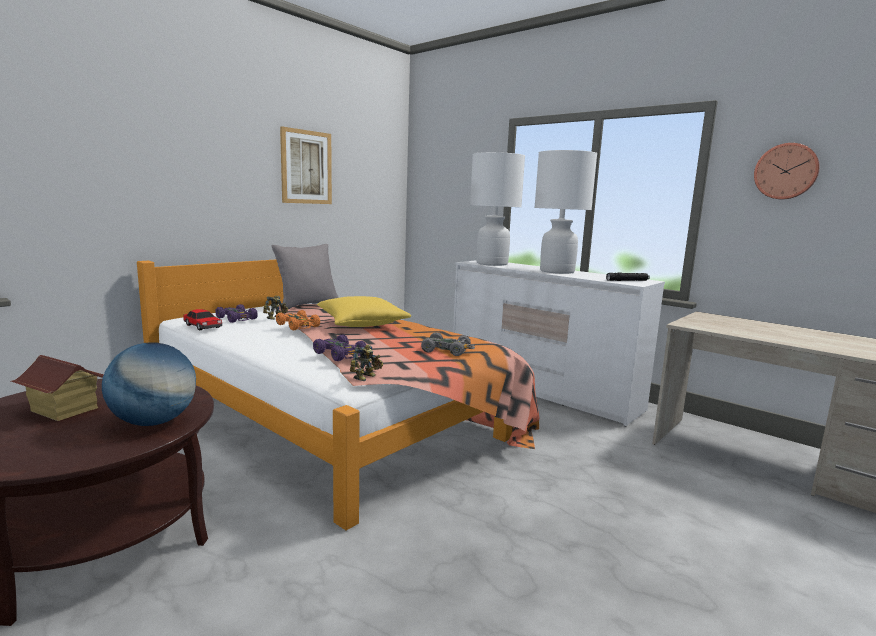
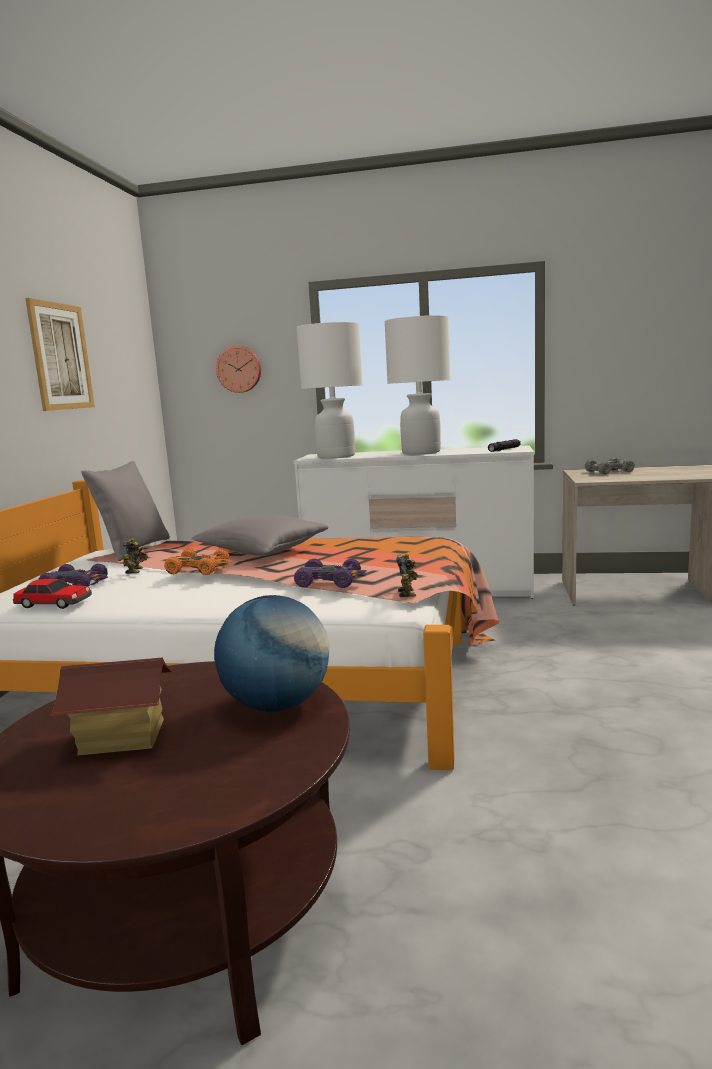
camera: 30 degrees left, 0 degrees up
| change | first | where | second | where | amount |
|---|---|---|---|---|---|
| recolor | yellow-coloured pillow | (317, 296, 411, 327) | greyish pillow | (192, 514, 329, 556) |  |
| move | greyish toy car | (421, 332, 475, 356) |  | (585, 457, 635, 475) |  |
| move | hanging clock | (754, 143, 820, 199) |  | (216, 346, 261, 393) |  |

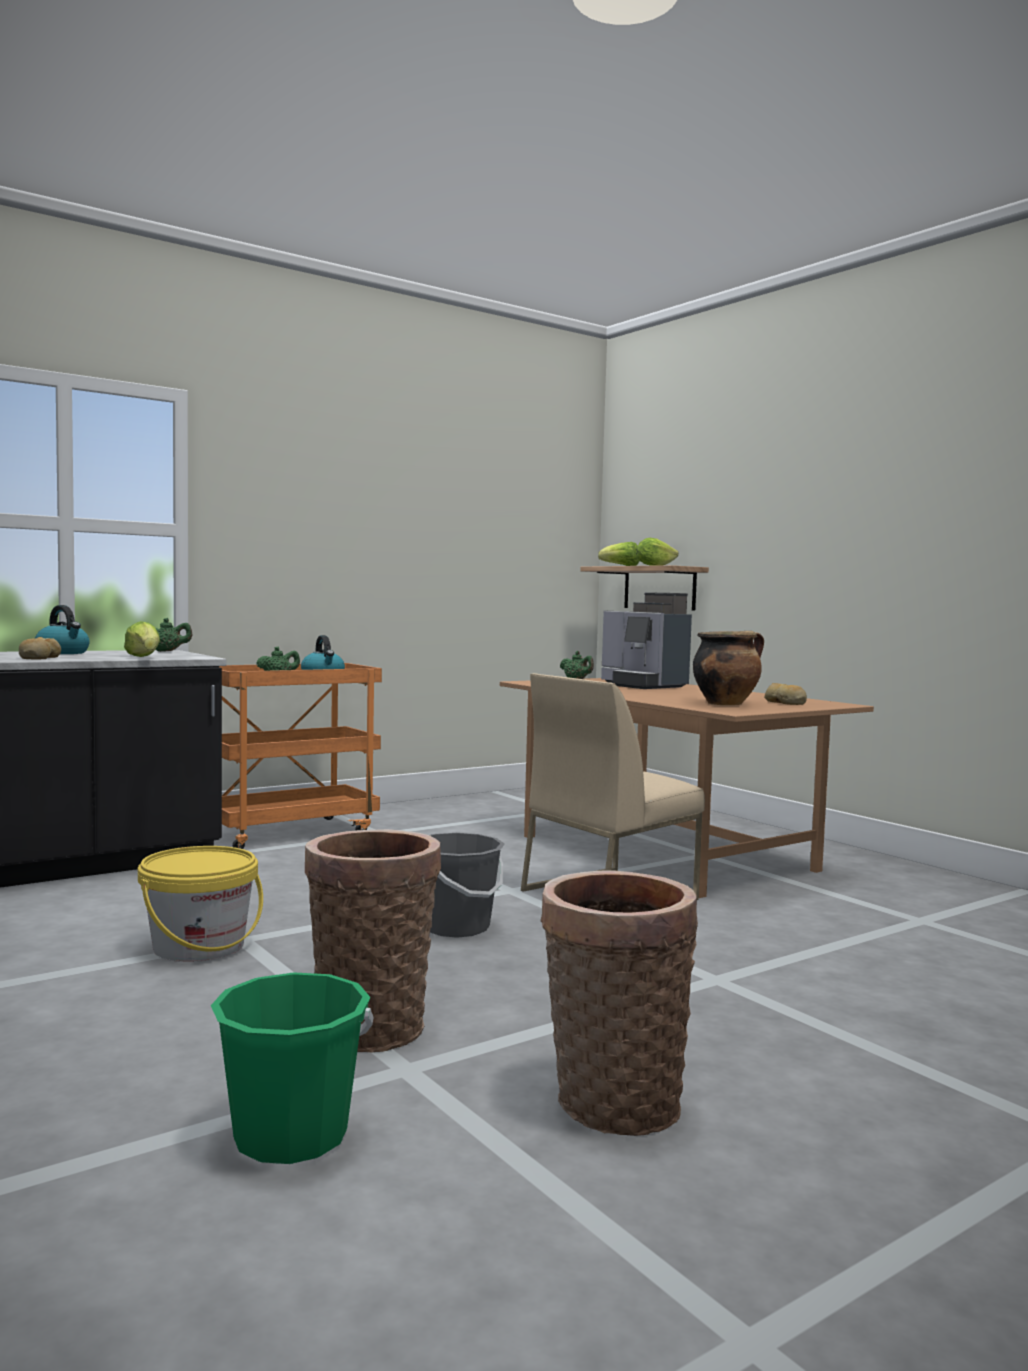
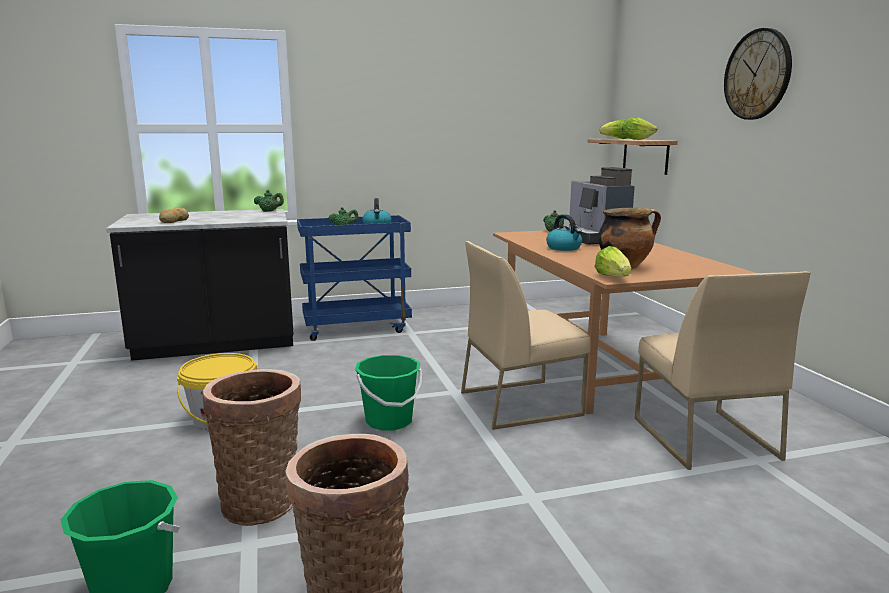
camera: 20 degrees right, 10 degrees up
| change | first | where | second | where | amount |
|---|---|---|---|---|---|
| move | water kettle | (35, 605, 90, 654) |  | (546, 214, 582, 251) |  |
| move | head of lettuce | (124, 621, 160, 657) |  | (595, 246, 631, 277) |  |
| recolor | orange-coloured cart | (219, 663, 382, 849) | bluish cart | (297, 215, 412, 341) |  |
| recolor | greyish water bucket | (430, 833, 505, 938) | green-coloured water bucket | (355, 355, 422, 431) |  |
| delete | bakery bread | (764, 683, 807, 705) |  |  |  |
| insert |  |  | beige plain chair | (635, 271, 811, 470) |  |
| insert |  |  | hanging clock | (724, 28, 792, 120) |  |

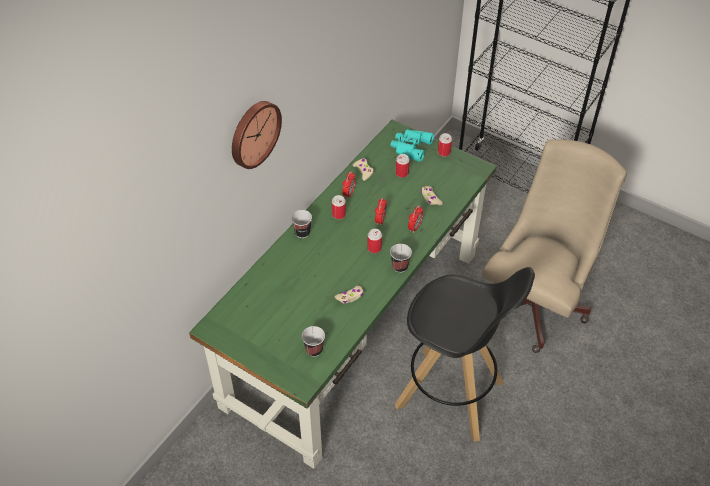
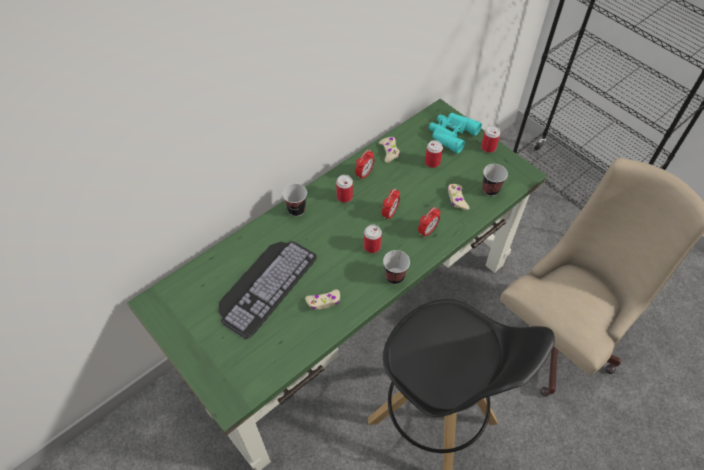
camera: 15 degrees right, 5 degrees up
| change | first | where | second | where | amount |
|---|---|---|---|---|---|
| delete | hanging clock | (232, 101, 282, 169) |  |  |  |
| move | cup | (302, 326, 325, 357) |  | (482, 164, 508, 196) |  |
| insert |  |  | PC keyboard | (218, 241, 317, 339) |  |

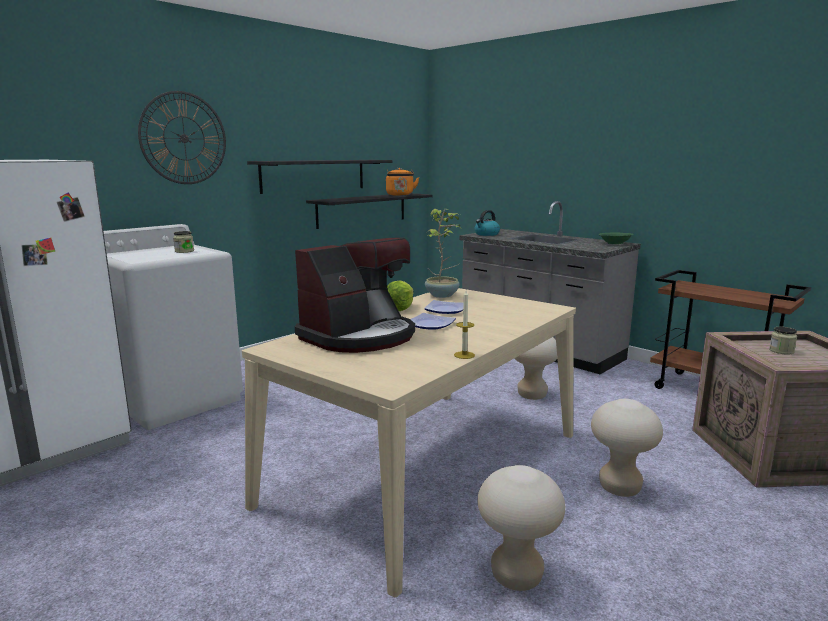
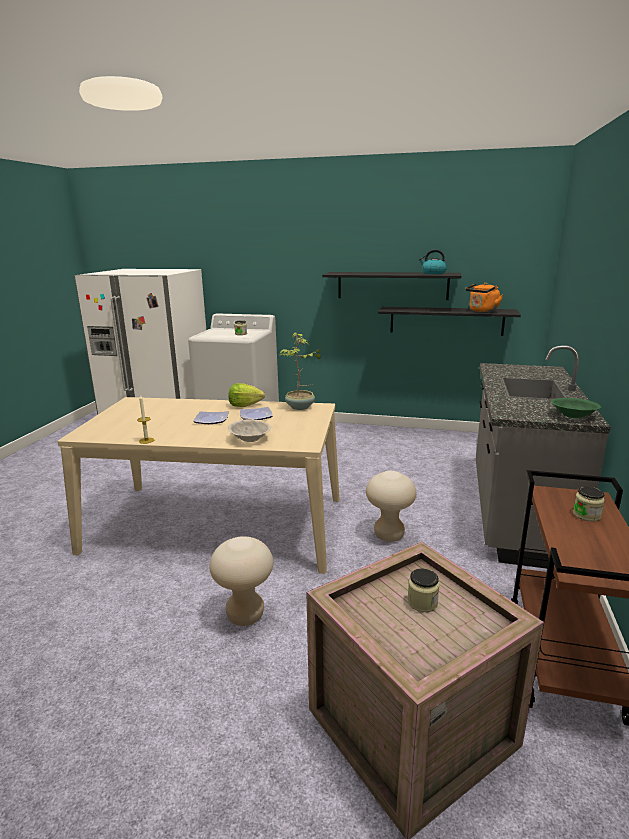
camera: 60 degrees right, 5 degrees up
| change | first | where | second | where | amount |
|---|---|---|---|---|---|
| delete | hanging clock | (138, 91, 226, 184) |  |  |  |
| delete | coffee machine | (295, 238, 415, 353) |  |  |  |
| move | water kettle | (474, 210, 500, 236) |  | (419, 249, 447, 274) |  |
| delete | beige stool | (477, 465, 565, 591) |  |  |  |
| insert |  |  | beige bowl | (228, 419, 271, 442) |  |
| insert |  |  | storage jar | (573, 486, 605, 521) |  |

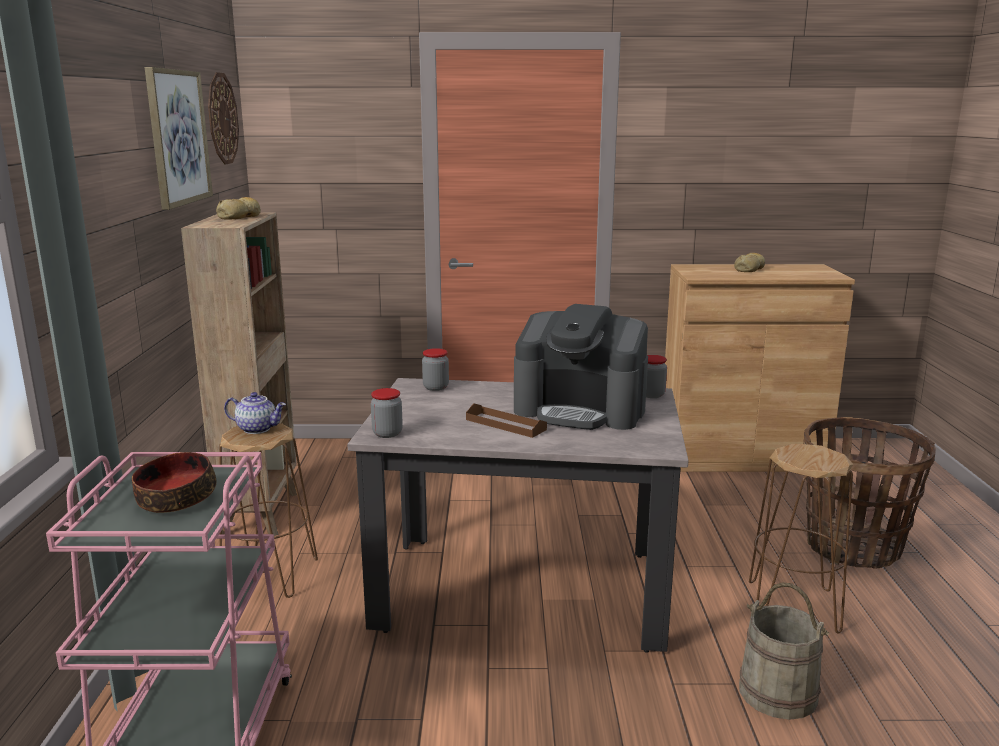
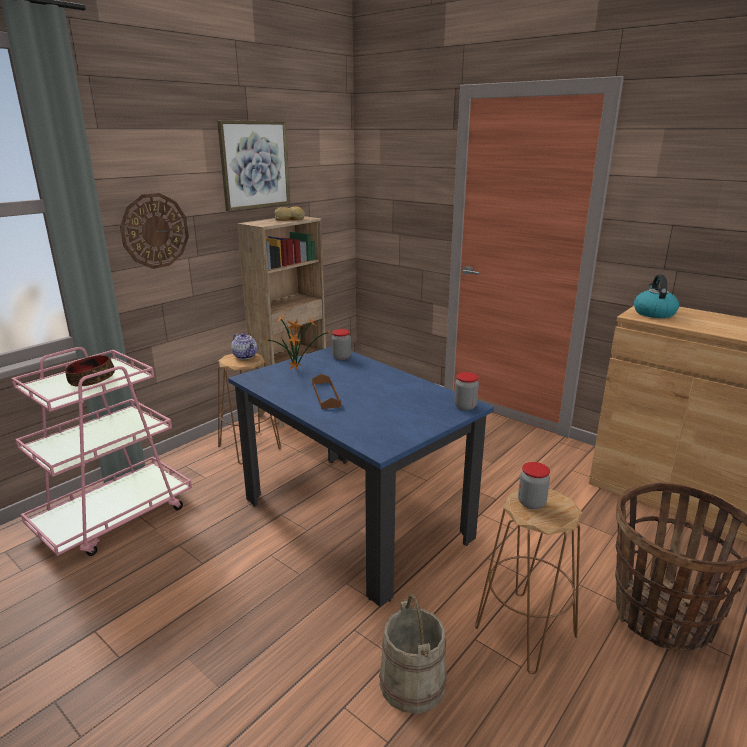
camera: 40 degrees right, 5 degrees up
| change | first | where | second | where | amount |
|---|---|---|---|---|---|
| move | hanging clock | (208, 72, 239, 165) |  | (120, 193, 189, 269) |  |
| recolor | beige kitchen table | (347, 378, 689, 653) | bluish kitchen table | (228, 346, 494, 607) |  |
| move | storage jar | (371, 388, 403, 438) |  | (518, 462, 550, 509) |  |
| delete | coffee machine | (514, 304, 648, 430) |  |  |  |
| delete | bakery bread | (734, 253, 765, 272) |  |  |  |
| insert |  |  | houseplant | (265, 315, 331, 371) |  |
| insert |  |  | water kettle | (634, 275, 679, 318) |  |

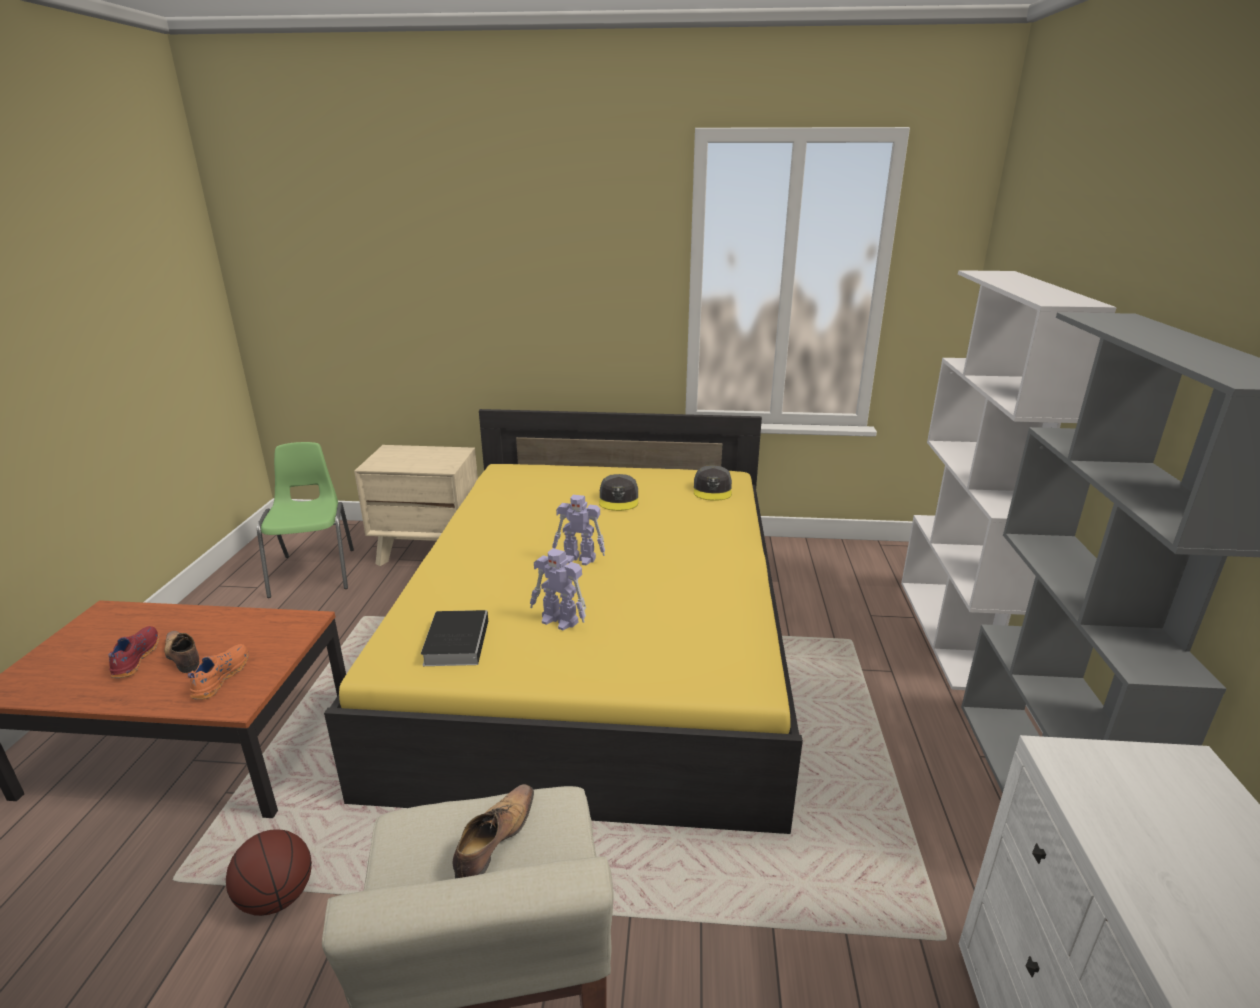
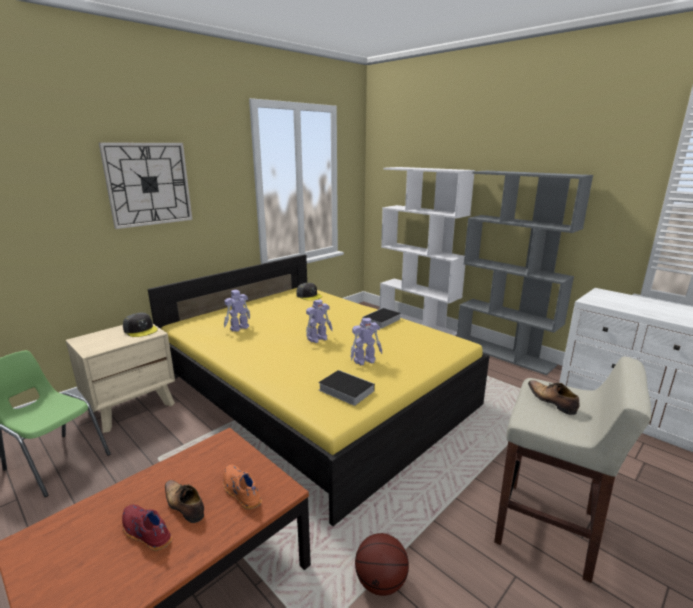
camera: 50 degrees left, 5 degrees down
| change | first | where | second | where | amount |
|---|---|---|---|---|---|
| rotate | item of footwear | (164, 631, 200, 673) |  | (165, 480, 204, 523) | 45 degrees clockwise |
| move | greyish baseball cap | (599, 474, 638, 511) |  | (123, 313, 158, 337) |  |
| insert |  |  | hanging clock | (99, 142, 193, 229) |  |
| insert |  |  | robot figure | (224, 290, 250, 332) |  |
| insert |  |  | book | (363, 308, 401, 329) |  |

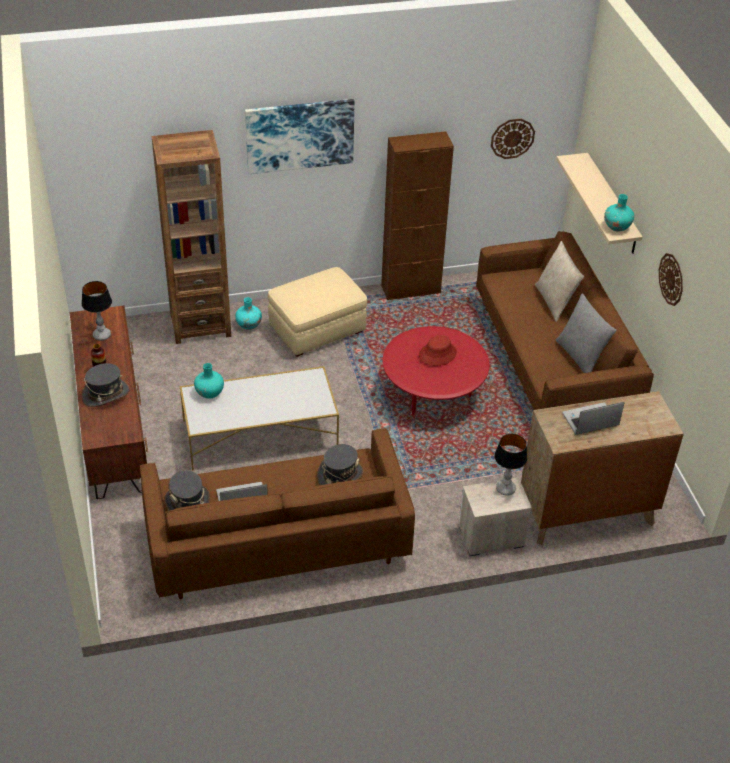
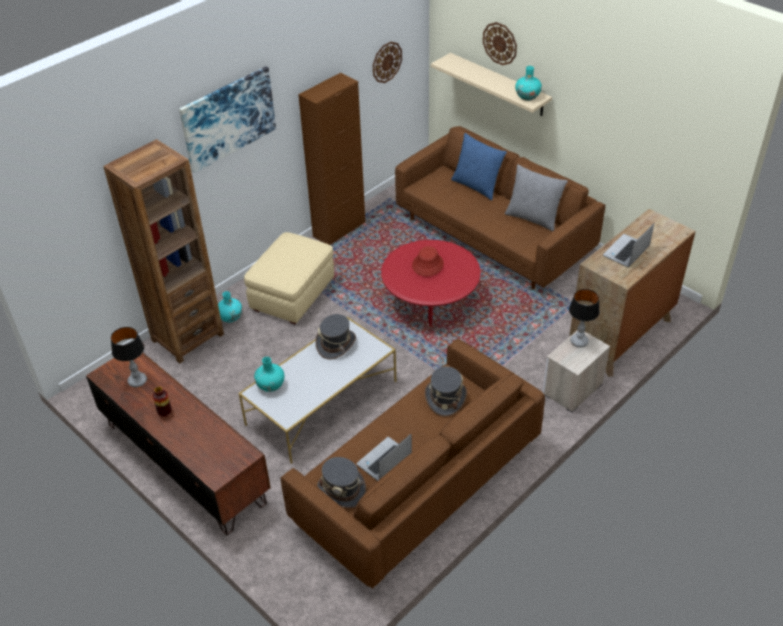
camera: 30 degrees left, 0 degrees up
| change | first | where | second | where | amount |
|---|---|---|---|---|---|
| move | greyish clothing hat | (82, 363, 130, 407) |  | (315, 314, 356, 360) |  |
| recolor | beige pillow | (535, 241, 584, 322) | bluish pillow | (451, 133, 507, 200) |  |
| move | hanging clock | (659, 253, 683, 306) |  | (483, 22, 517, 65) |  |

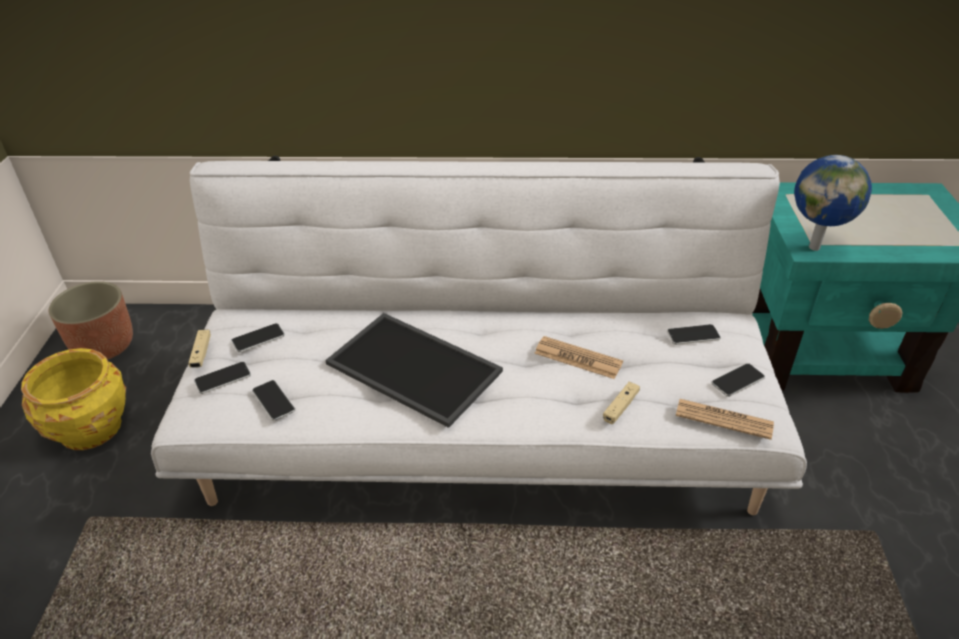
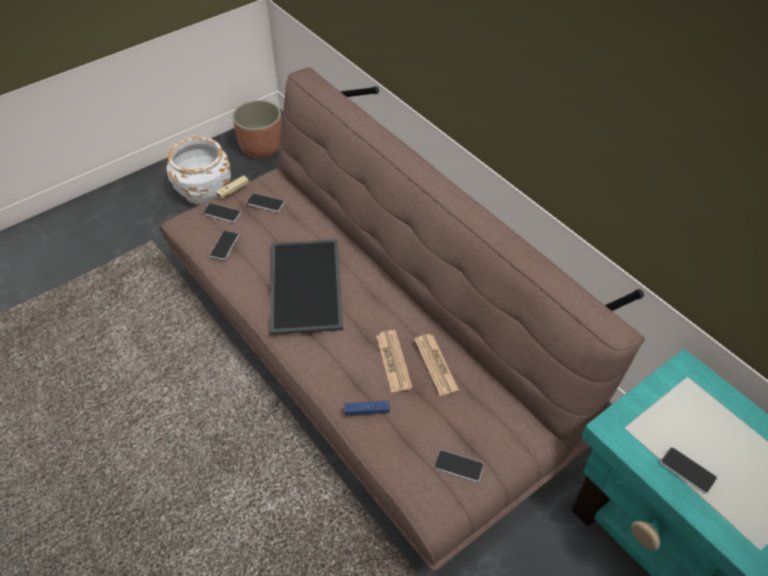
camera: 50 degrees right, 10 degrees up
| change | first | where | second | where | amount |
|---|---|---|---|---|---|
| recolor | yellow-coloured plant pot | (21, 348, 126, 450) | white plant pot | (166, 137, 231, 206) |  |
| recolor | white settee | (151, 156, 807, 515) | brown settee | (160, 67, 645, 571) |  |
| recolor | beige joypad | (603, 382, 640, 424) | bluish joypad | (345, 401, 390, 415) |  |
| move | telephone | (667, 324, 721, 345) |  | (660, 447, 717, 494) |  |
| move | daily paper | (676, 399, 774, 440) |  | (414, 334, 459, 396) |  |
| delete | desk globe | (794, 155, 872, 251) |  |  |  |

